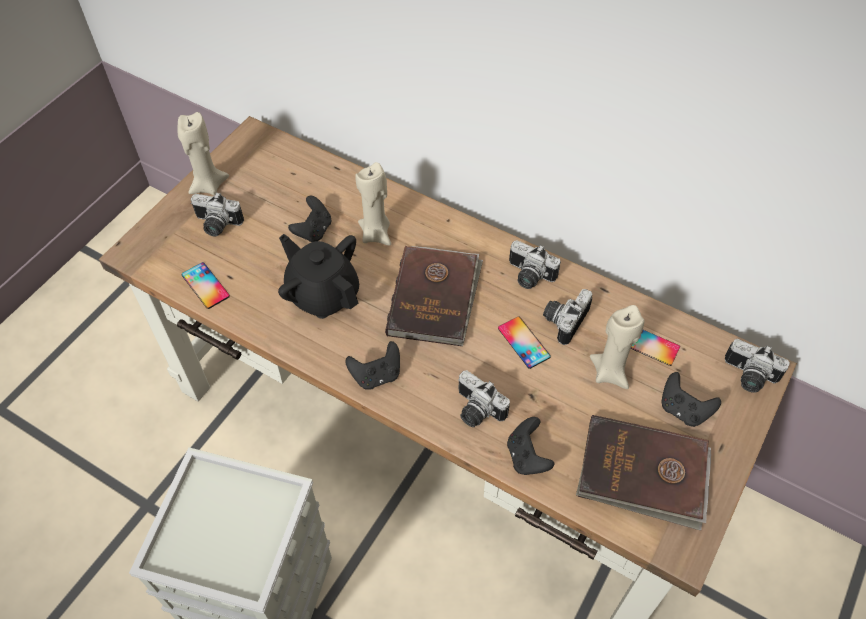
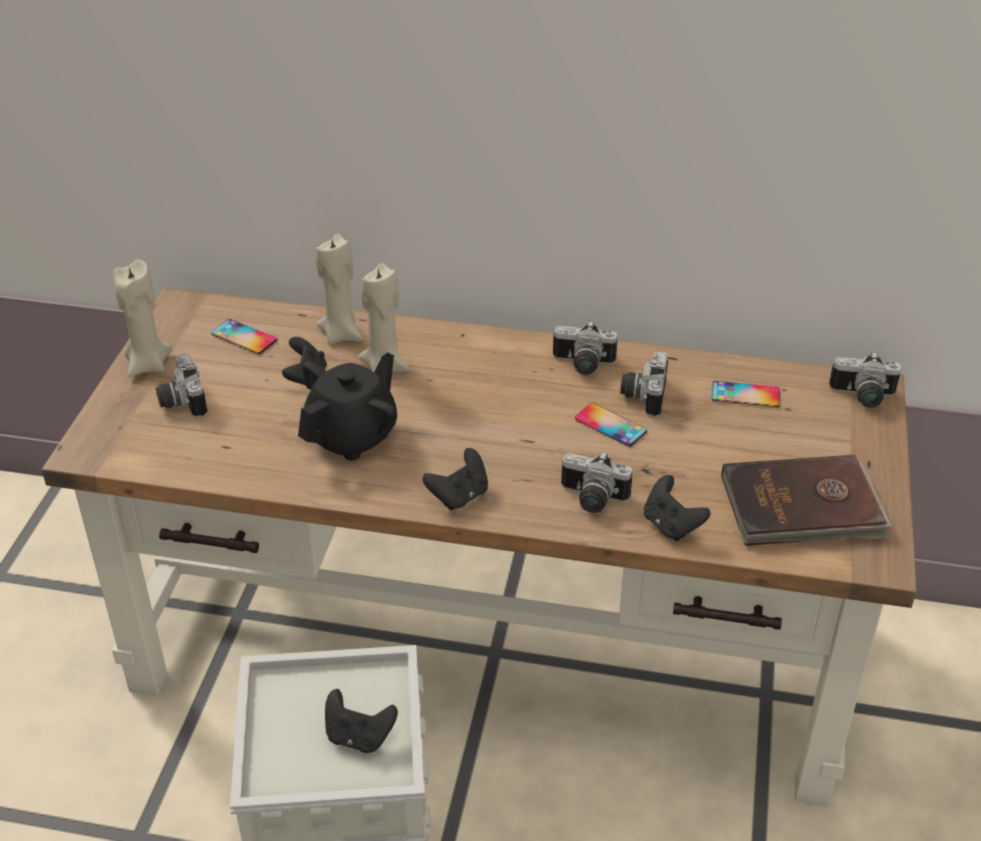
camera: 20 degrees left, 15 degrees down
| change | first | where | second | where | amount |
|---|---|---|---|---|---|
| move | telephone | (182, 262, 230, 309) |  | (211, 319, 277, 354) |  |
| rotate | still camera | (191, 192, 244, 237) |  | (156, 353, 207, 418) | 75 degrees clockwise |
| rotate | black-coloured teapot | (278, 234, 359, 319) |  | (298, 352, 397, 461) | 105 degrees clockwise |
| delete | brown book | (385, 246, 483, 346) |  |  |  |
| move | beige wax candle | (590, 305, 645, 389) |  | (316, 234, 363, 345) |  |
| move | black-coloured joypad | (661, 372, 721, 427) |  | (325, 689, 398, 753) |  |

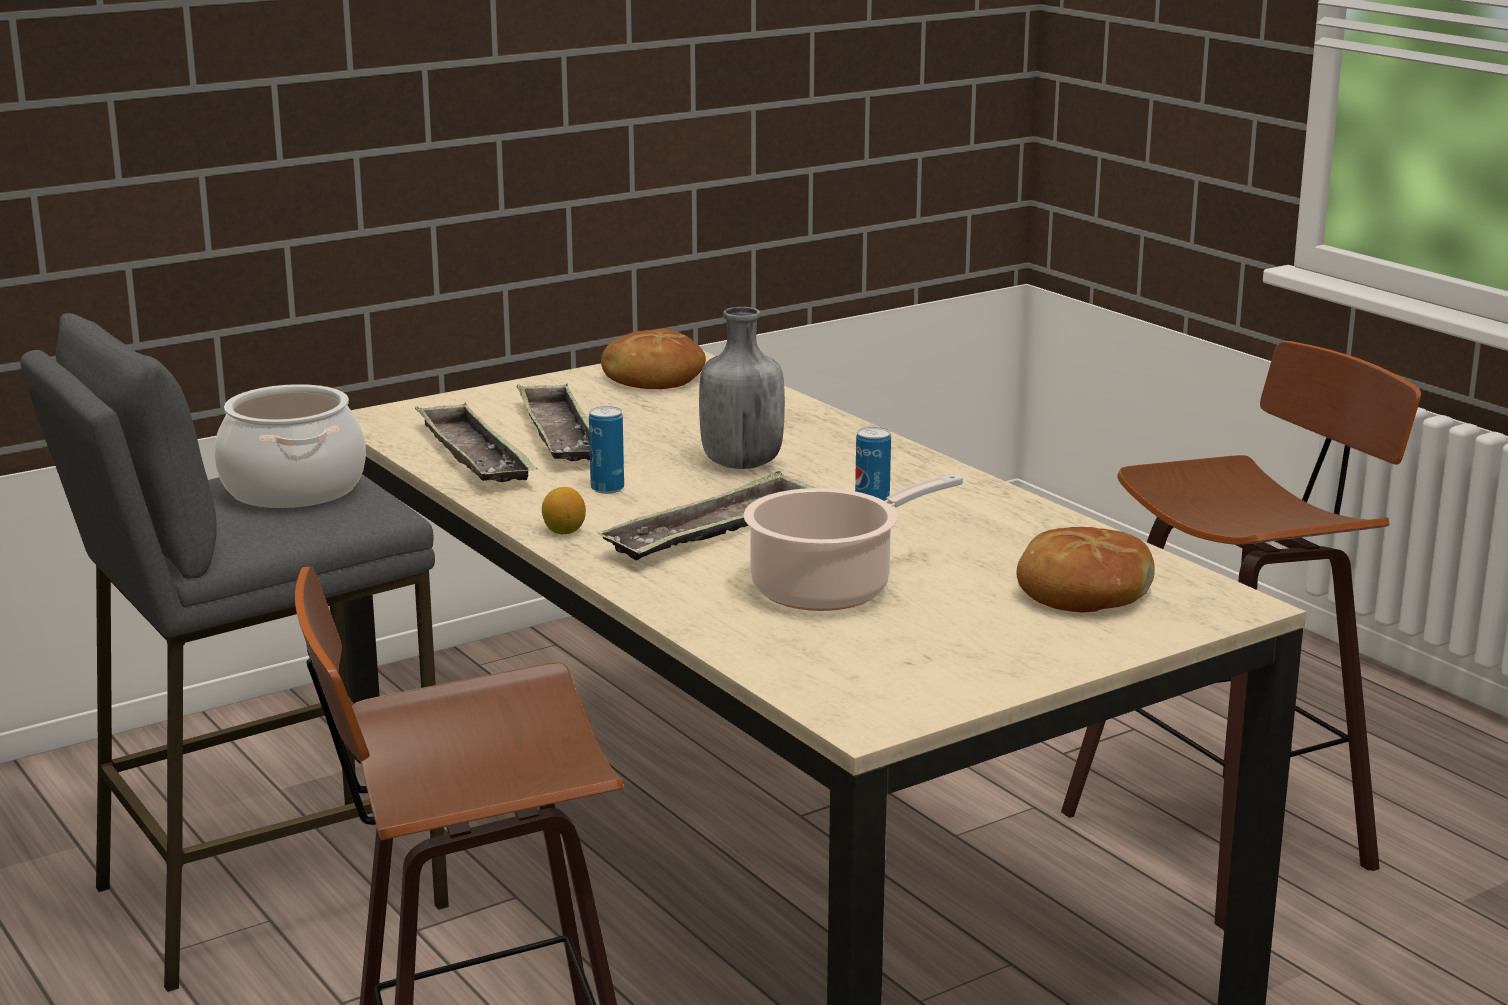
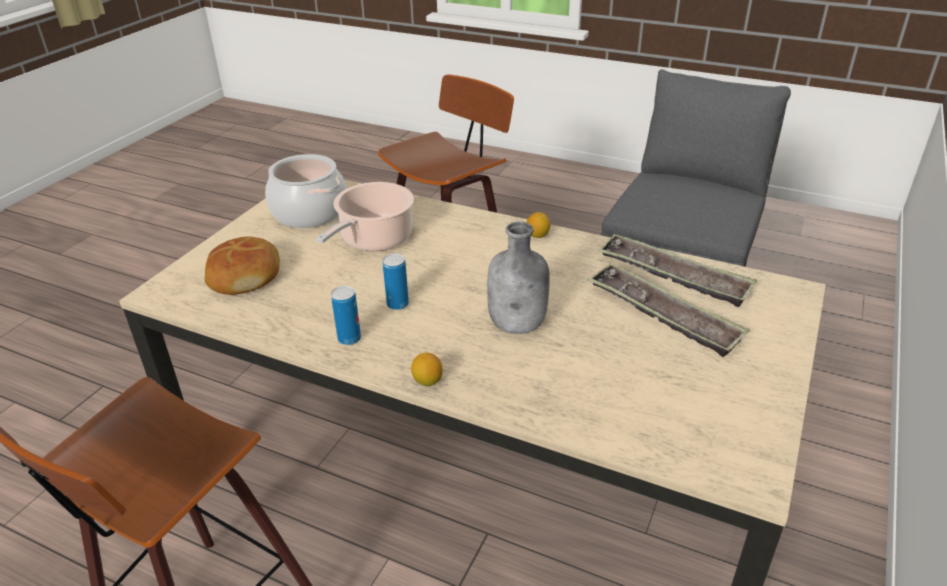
camera: 150 degrees right, 15 degrees up
| change | first | where | second | where | amount |
|---|---|---|---|---|---|
| move | cooking pot | (214, 384, 366, 508) |  | (265, 154, 347, 228) |  |
| move | metal can | (589, 406, 624, 494) |  | (331, 286, 361, 345) |  |
| delete | serving tray | (598, 471, 816, 560) |  |  |  |
| delete | bakery bread | (601, 329, 706, 389) |  |  |  |
| insert |  |  | lemon | (411, 353, 443, 386) |  |

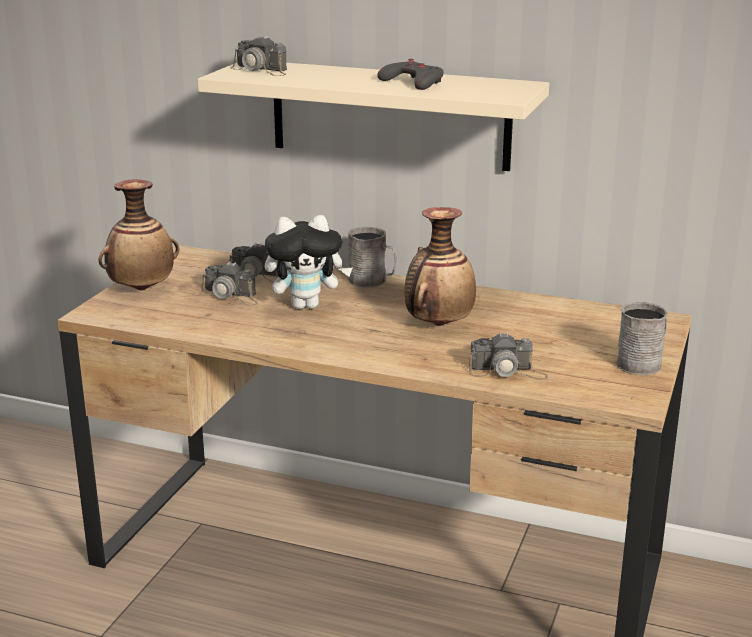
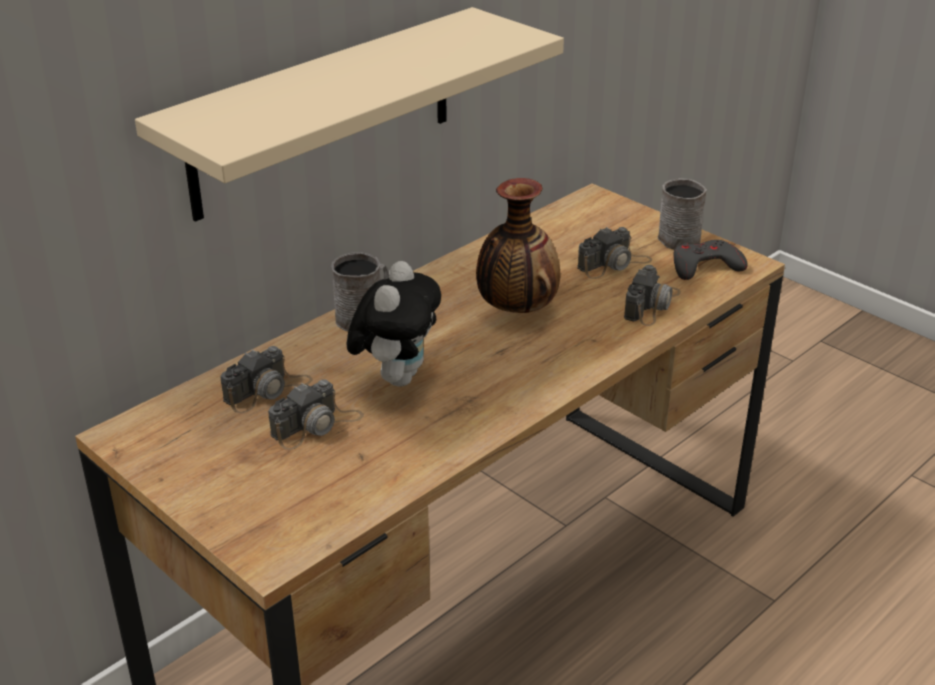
camera: 65 degrees left, 10 degrees up
| change | first | where | second | where | amount |
|---|---|---|---|---|---|
| delete | vase | (99, 179, 179, 291) |  |  |  |
| move | still camera | (230, 35, 287, 76) |  | (577, 227, 652, 279) |  |
| move | greyish joypad | (377, 59, 444, 90) |  | (673, 240, 748, 280) |  |

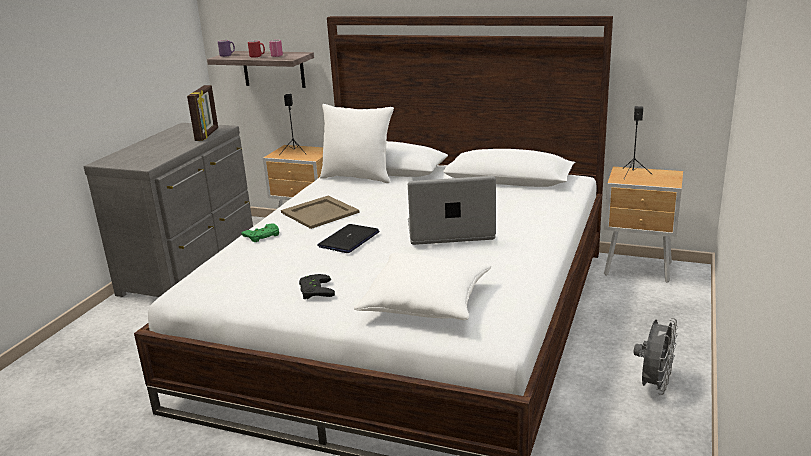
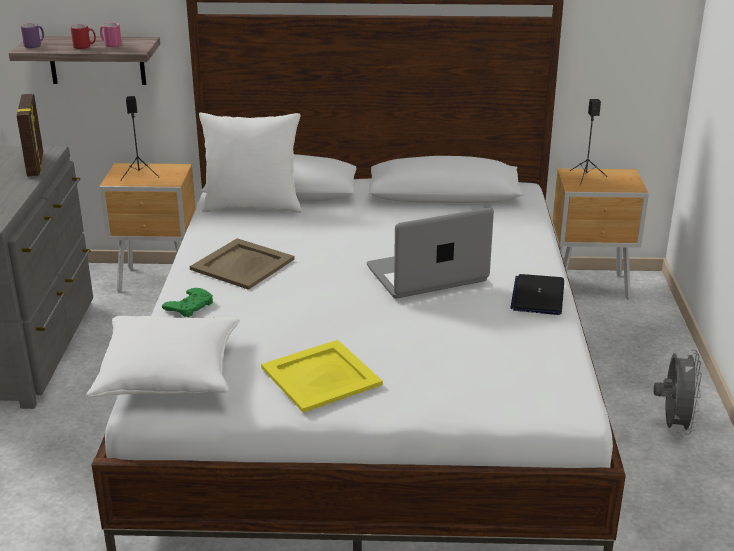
camera: 20 degrees left, 5 degrees up
| change | first | where | second | where | amount |
|---|---|---|---|---|---|
| replace | black-coloured joypad | (299, 274, 335, 299) | yellow-coloured serving tray | (261, 340, 383, 413) |  |
| move | laptop | (317, 224, 379, 253) |  | (510, 274, 564, 315) |  |
| move | white pillow | (354, 253, 492, 320) |  | (86, 316, 240, 397) |  |

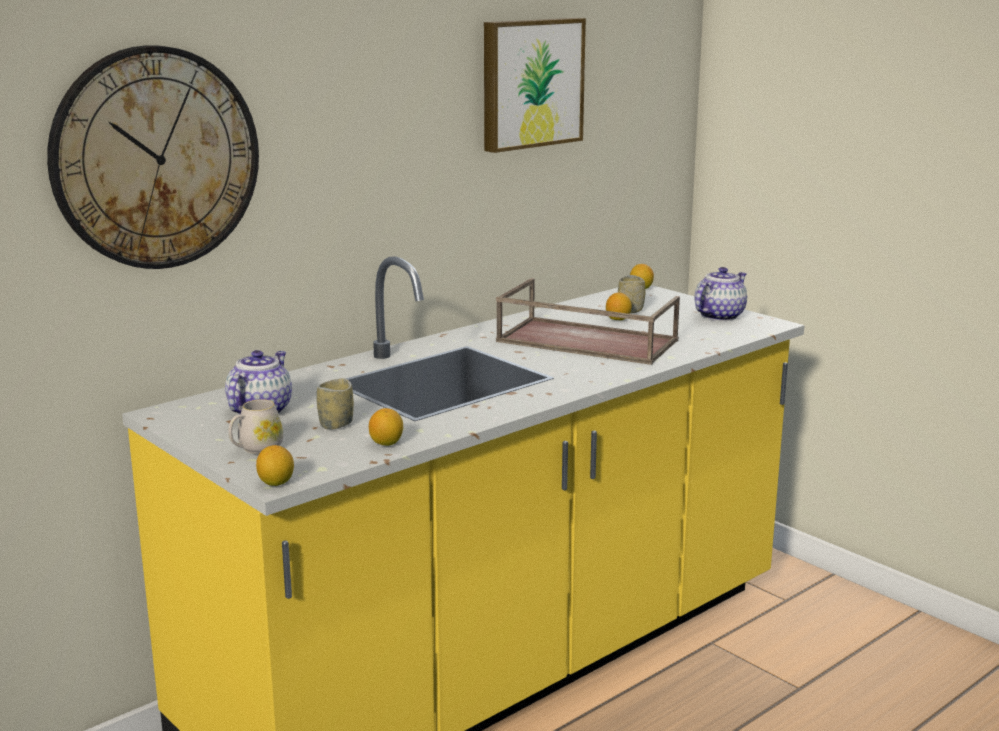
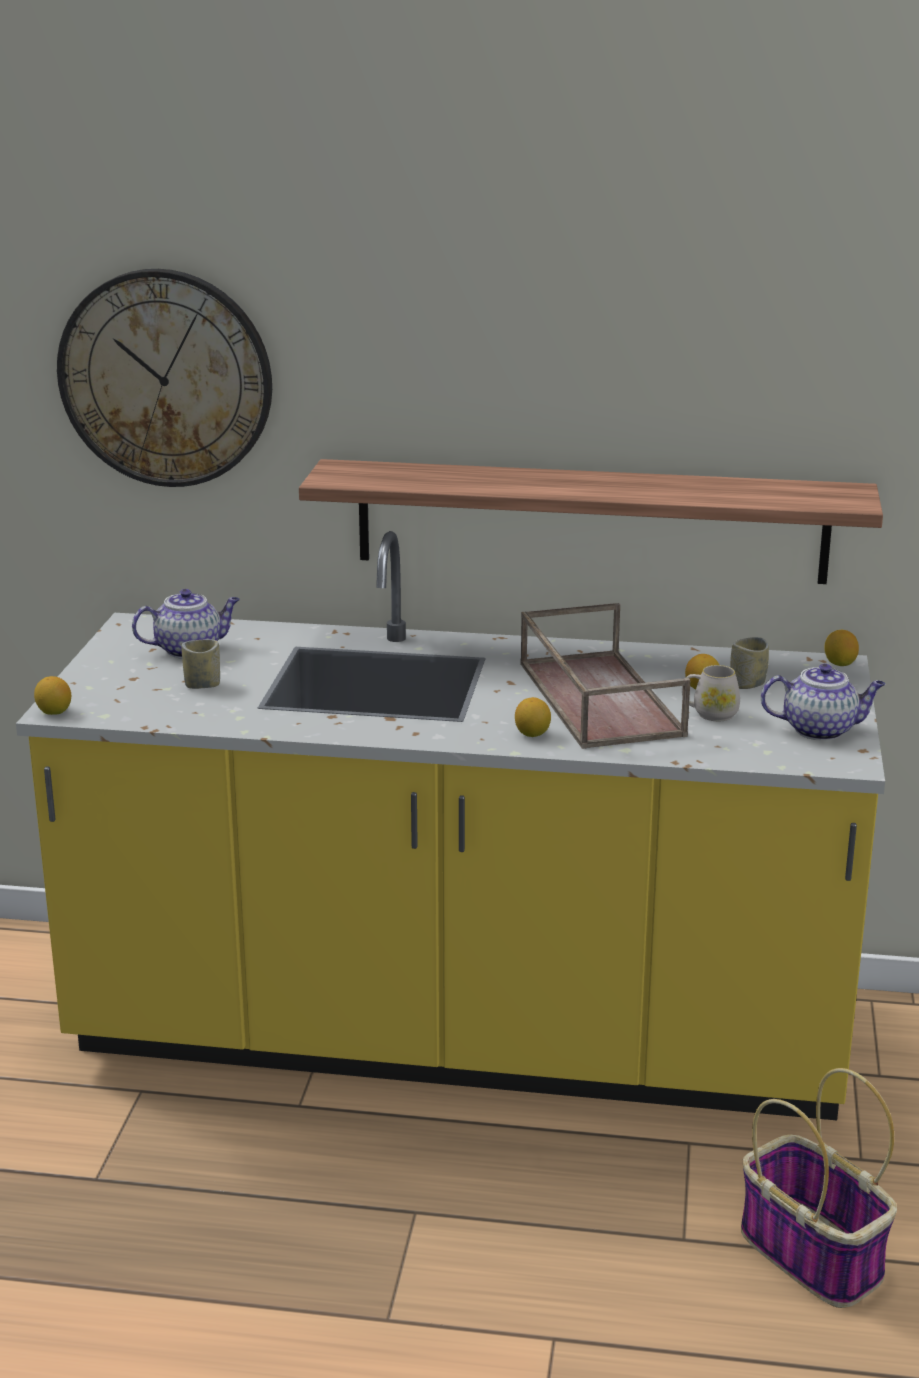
camera: 50 degrees right, 5 degrees up
| change | first | where | second | where | amount |
|---|---|---|---|---|---|
| move | white mug | (229, 399, 283, 454) |  | (682, 665, 740, 721) |  |
| move | lemon | (369, 408, 403, 446) |  | (515, 697, 551, 737) |  |
| delete | wall art | (484, 18, 586, 153) |  |  |  |
| insert |  |  | wall shelf | (299, 459, 883, 584) |  |
| insert |  |  | household basket | (741, 1068, 897, 1308) |  |

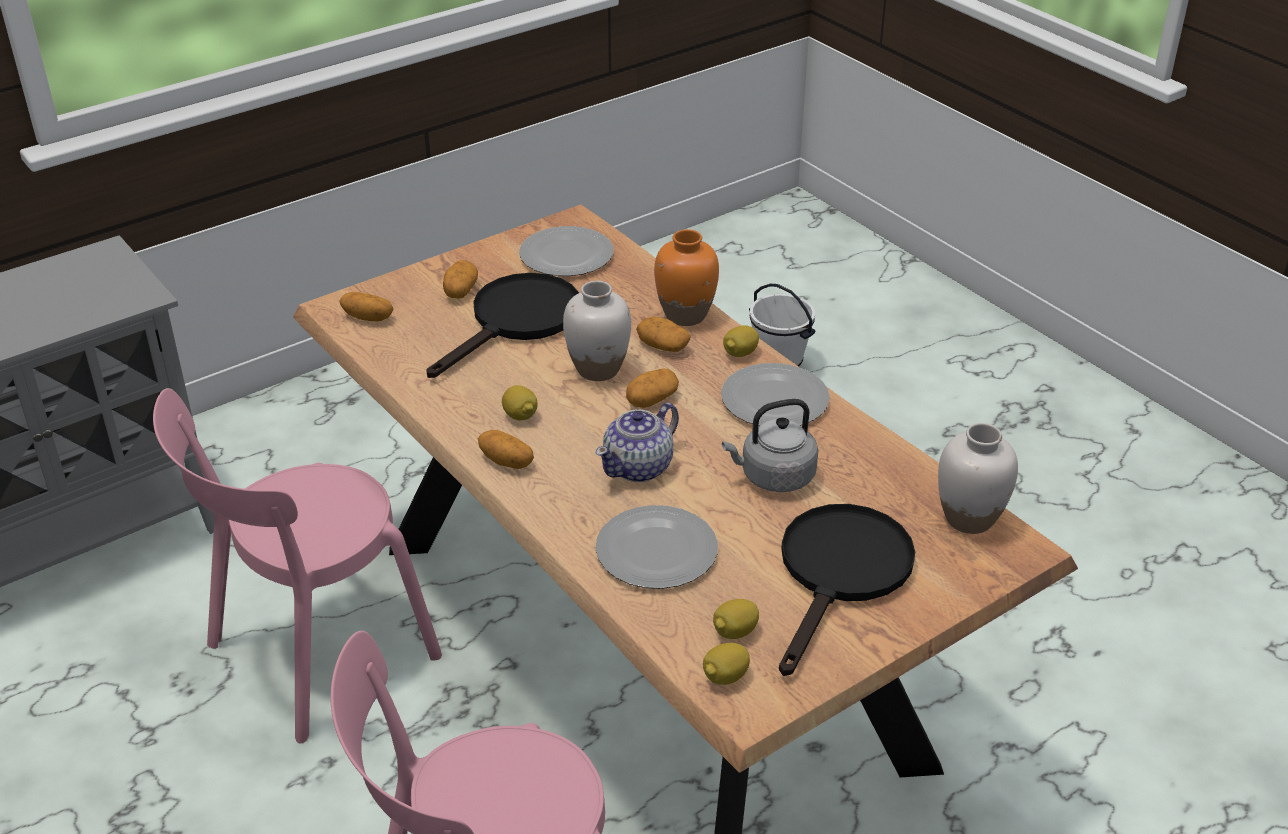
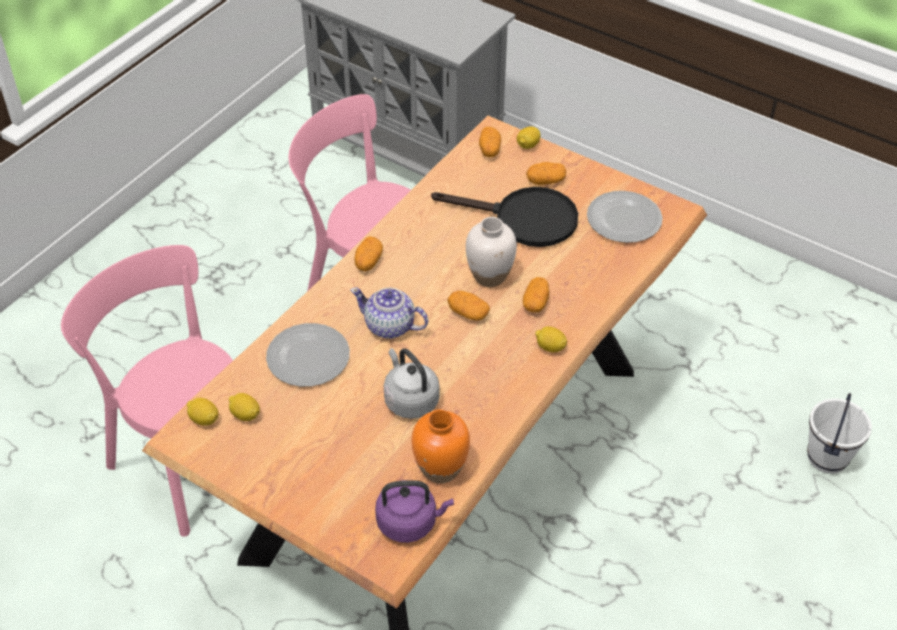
camera: 70 degrees right, 10 degrees up
| change | first | where | second | where | amount |
|---|---|---|---|---|---|
| move | lemon | (502, 385, 537, 420) |  | (517, 126, 540, 149) |  |
| move | orange-coloured vase | (654, 229, 719, 326) |  | (412, 409, 470, 484) |  |
| delete | dinner plate | (721, 363, 830, 426) |  |  |  |
| delete | black-coloured frying pan | (779, 504, 915, 676) |  |  |  |
| replace | white vase | (938, 423, 1018, 534) | purplish water kettle | (375, 480, 454, 543) |  |

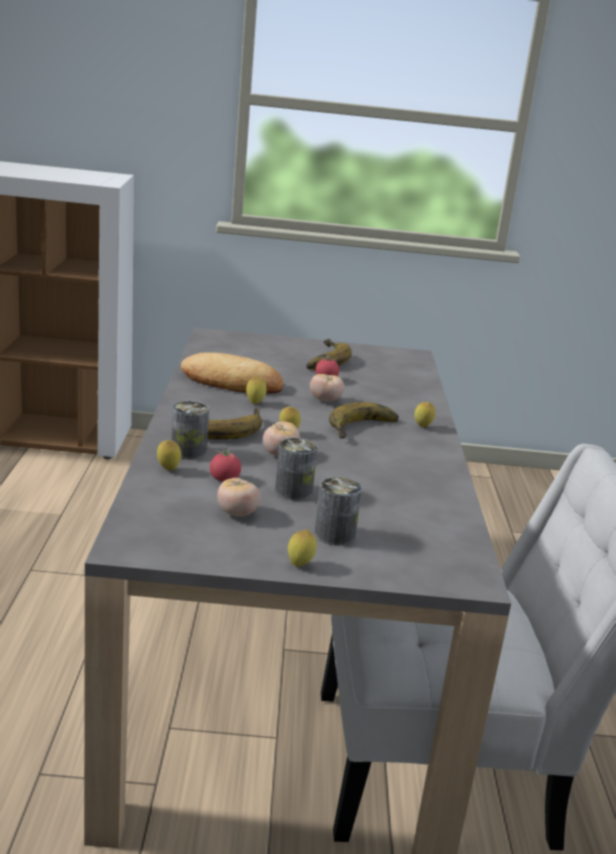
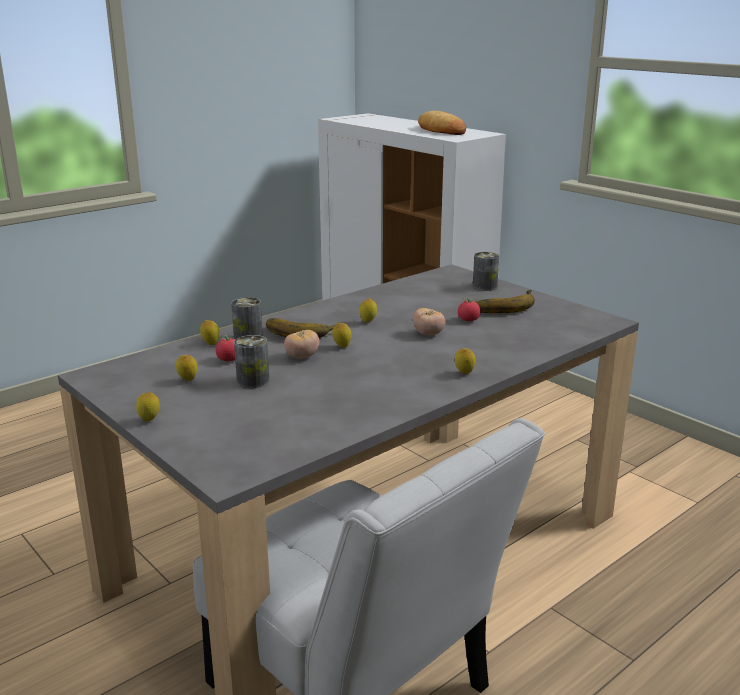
camera: 50 degrees right, 0 degrees up
| change | first | where | second | where | amount |
|---|---|---|---|---|---|
| move | bakery bread | (181, 352, 283, 393) |  | (418, 111, 466, 135) |  |
| replace | fresh tomato | (217, 478, 261, 517) | lemon | (176, 355, 197, 381) |  |
| move | metal can | (314, 477, 362, 546) |  | (473, 252, 499, 291) |  |
| delete | banana | (329, 402, 399, 438) |  |  |  |

